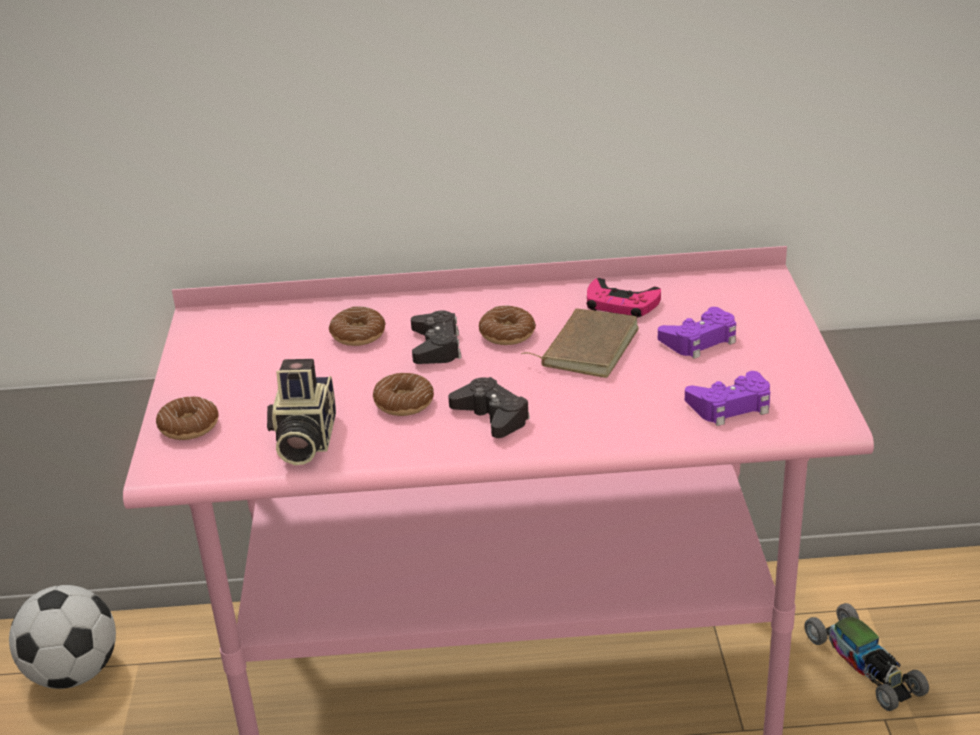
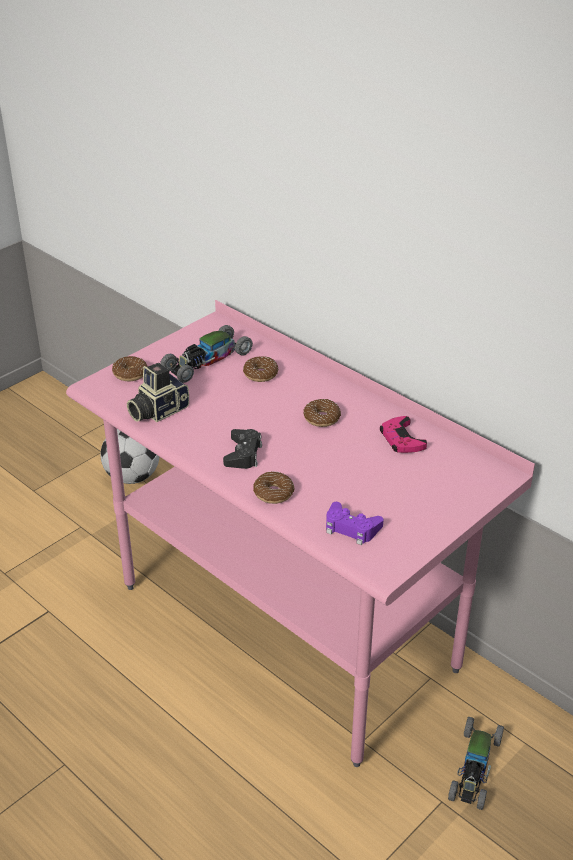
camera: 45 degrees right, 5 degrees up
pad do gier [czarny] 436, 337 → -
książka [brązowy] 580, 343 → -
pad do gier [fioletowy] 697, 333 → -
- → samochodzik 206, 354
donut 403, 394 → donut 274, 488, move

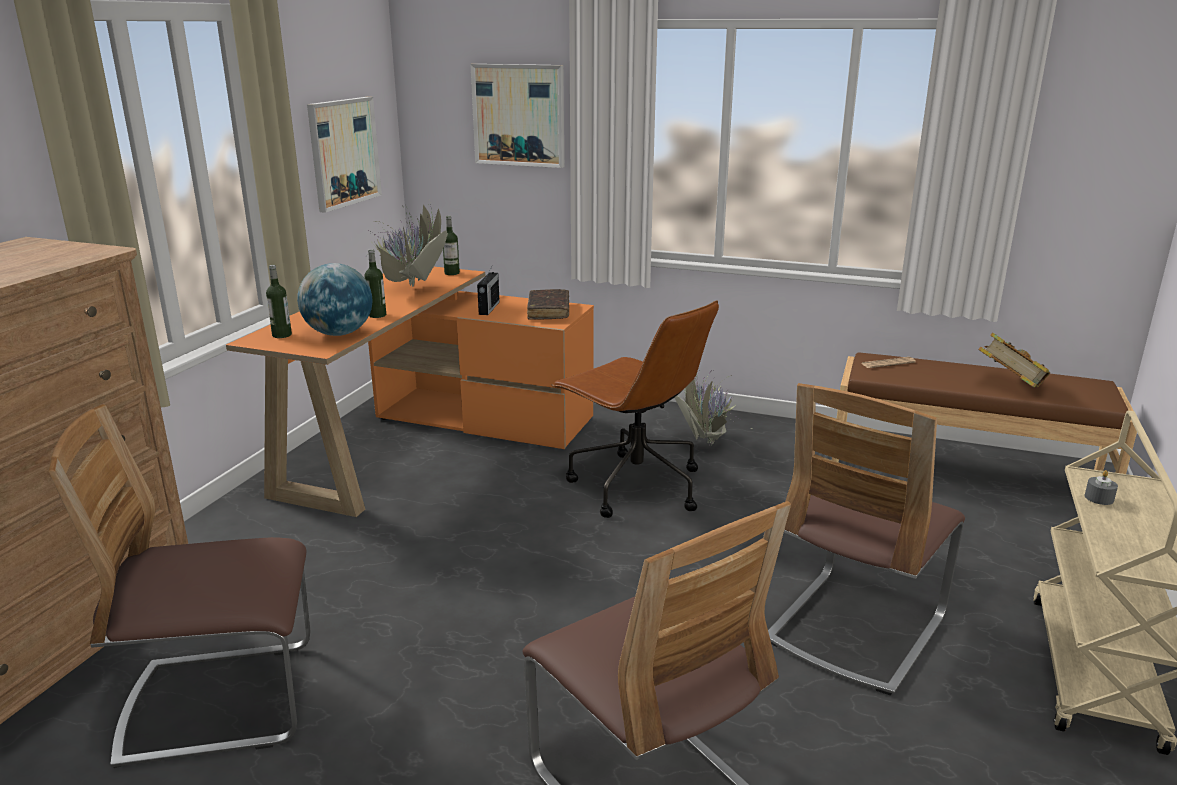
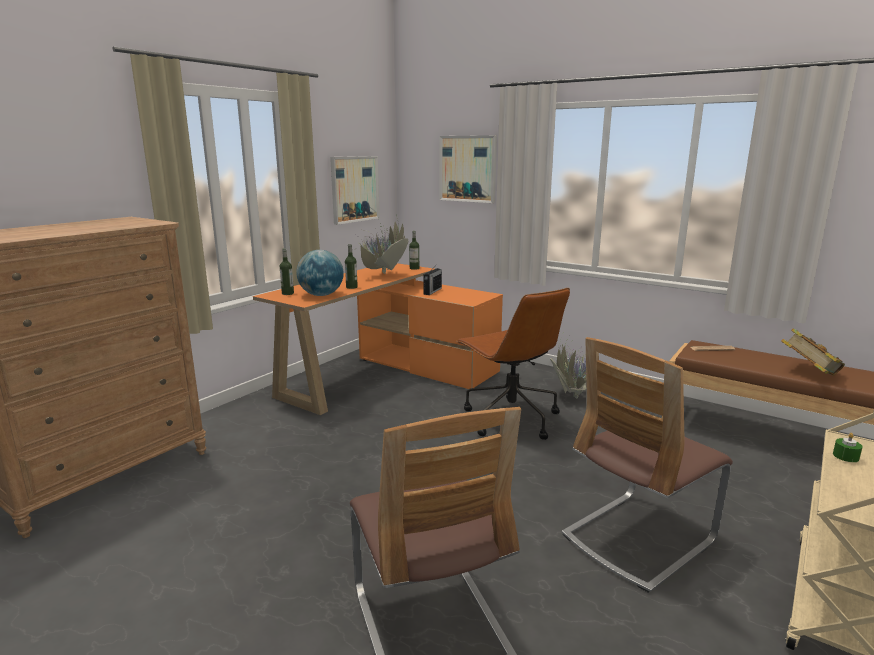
camera: 15 degrees right, 5 degrees down
krzesło 179, 586 → -
książka [brązowy] 548, 304 → -
świeca [szary] 1101, 487 → świeca [zielony] 848, 447

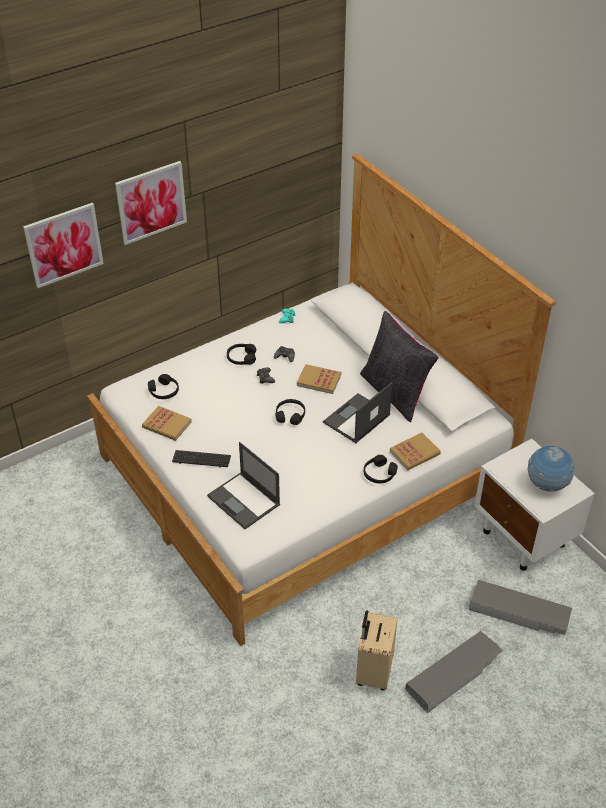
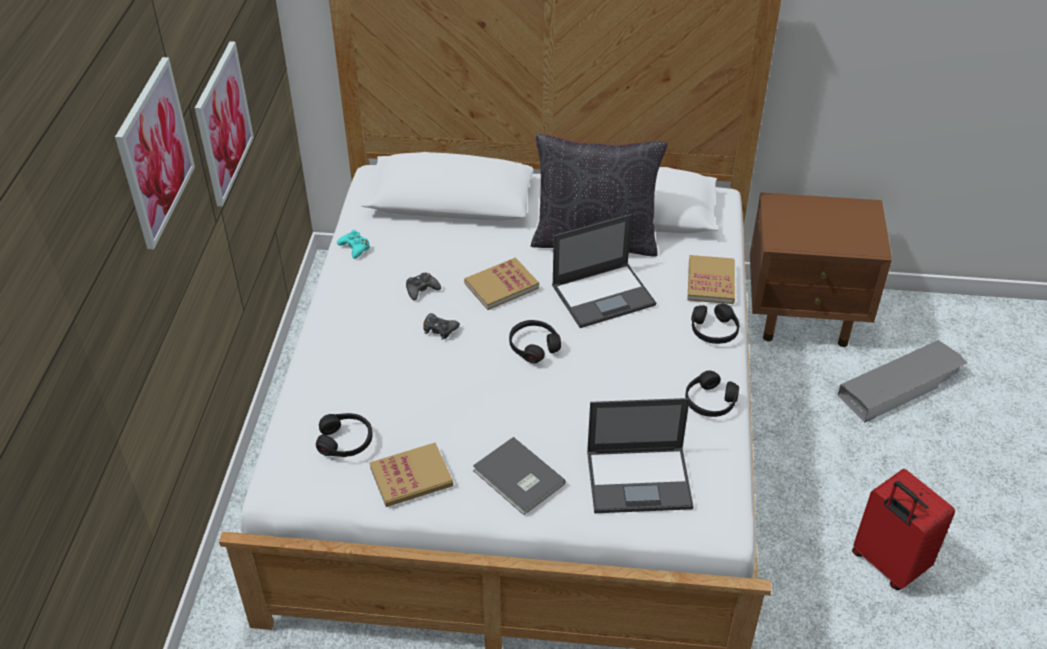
camera: 50 degrees left, 0 degrees up
pojemnik do przechowywania [szary] 454, 672 → -
globus 551, 469 → -
obraz 63, 245 → obraz 224, 124, move
słuchawki [czarny] 241, 354 → słuchawki [czarny] 712, 394, move
klawiatura 201, 459 → książka [szary] 519, 476
walizka [beżowy] 377, 650 → walizka [czerwony] 903, 529
szafka nocna [biały] 535, 505 → szafka nocna [brązowy] 821, 269
laptop 357, 412 → laptop 604, 271, 105 degrees counterclockwise

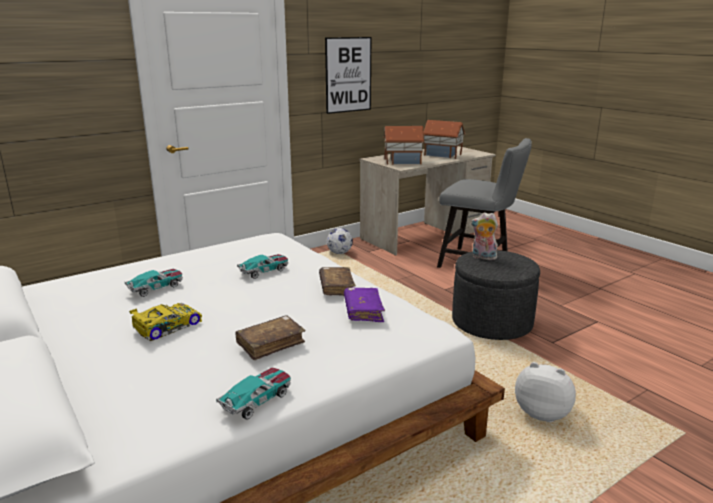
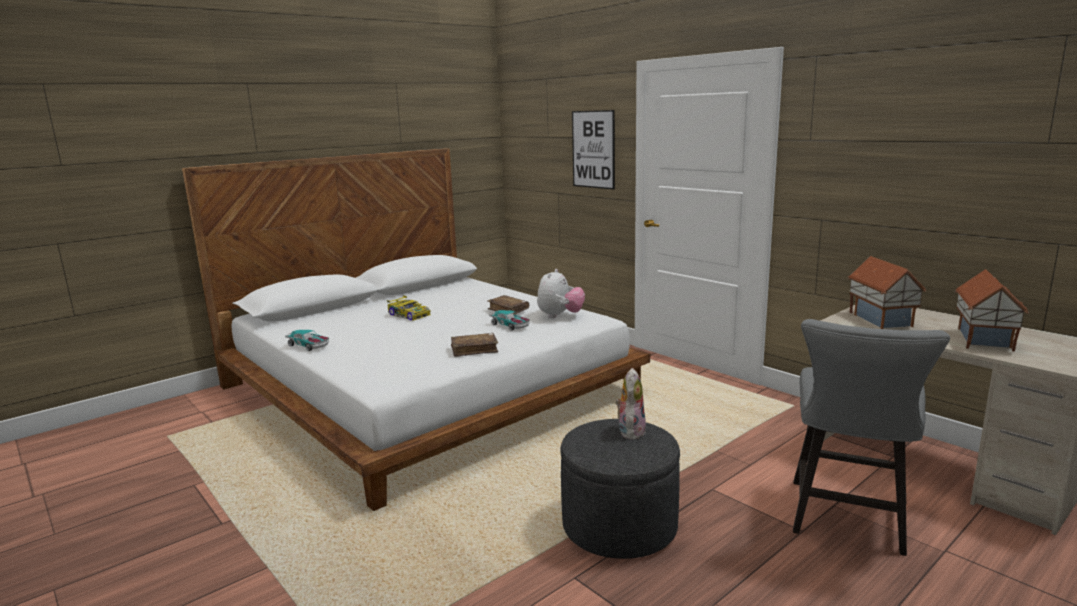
camera: 85 degrees right, 5 degrees down
samochodzik 154, 283 → -
piłka futbolowa 340, 241 → -
książka [fioletowy] 364, 304 → -
książka [brązowy] 270, 337 → książka [brązowy] 508, 305, move
obraz 348, 75 → obraz 593, 149, move
pluszak 545, 392 → pluszak 561, 293, move

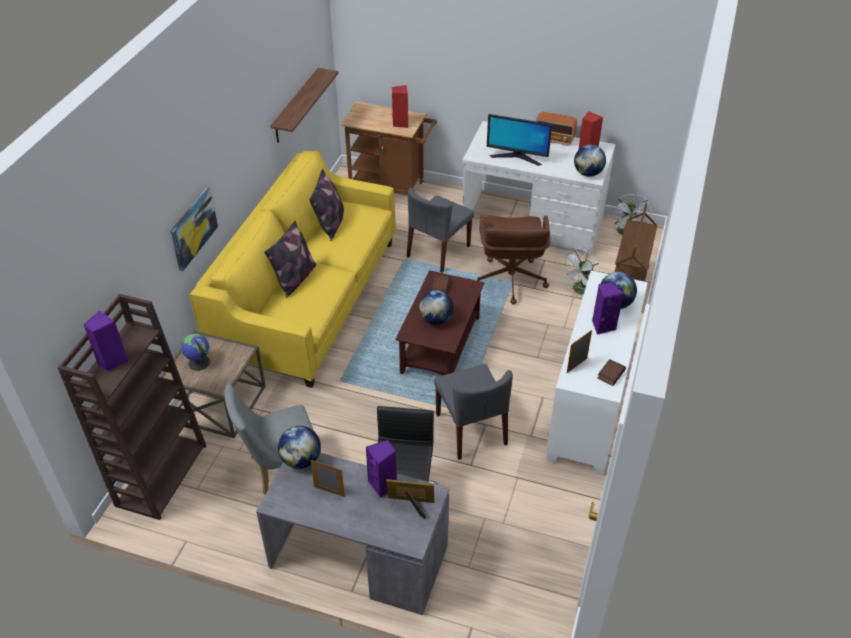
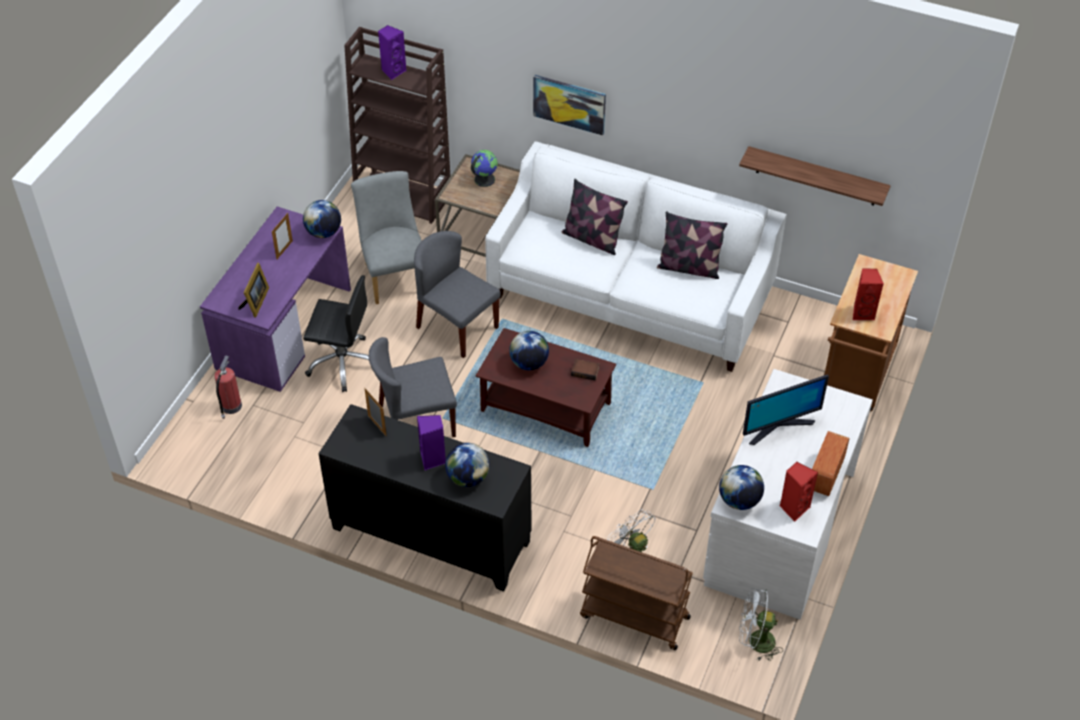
camera: 95 degrees right, 5 degrees up
głośnik [fioletowy] 381, 469 → -
krzesło biurowe [brązowy] 514, 260 → -
książka 611, 372 → -
- → gaśnica 228, 387
krzesło [szary] 440, 230 → krzesło [szary] 457, 294, move
kanapa [żółty] 292, 269 → kanapa [biały] 636, 256
biurko [szary] 353, 534 → biurko [fioletowy] 275, 299
szafka [biały] 597, 373 → szafka [czarny] 425, 497
monitor 519, 140 → monitor 786, 410, 135 degrees counterclockwise

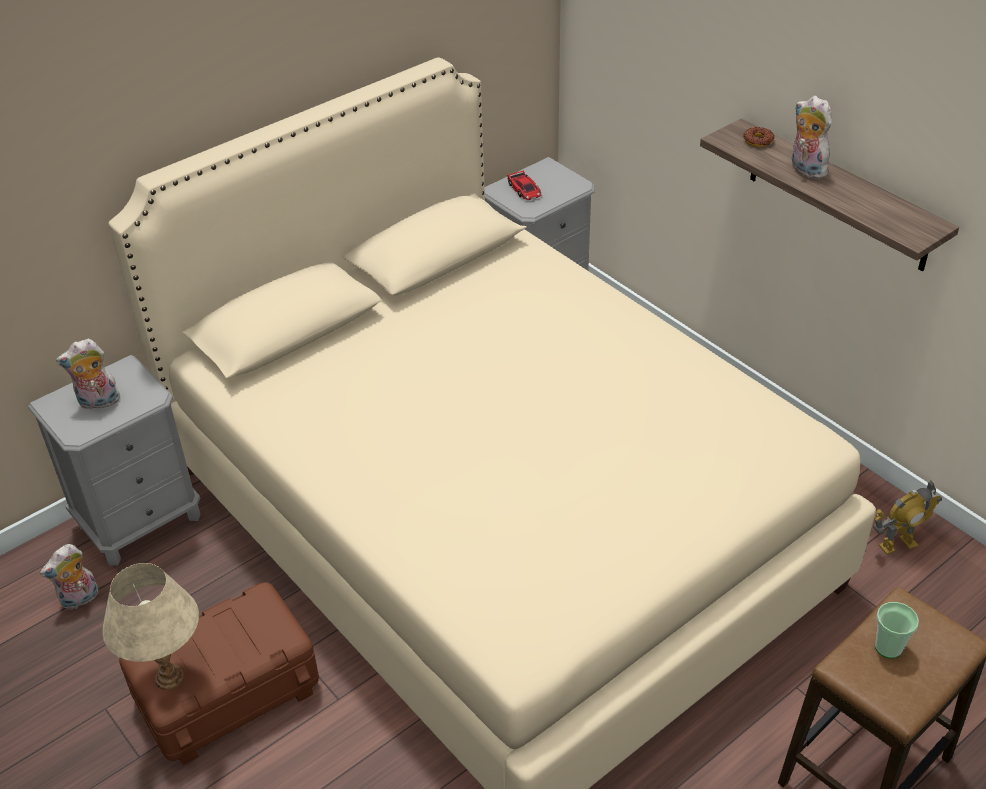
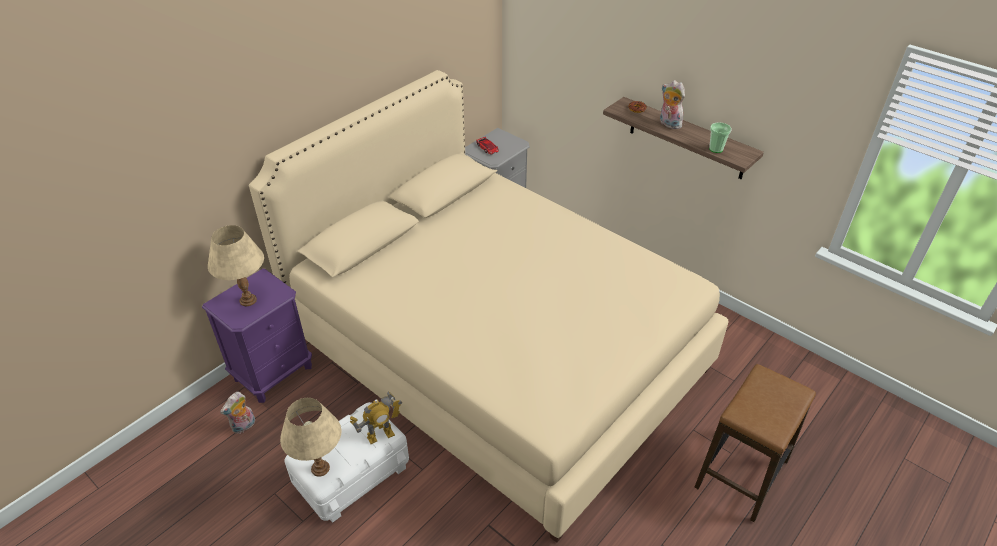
camera: 10 degrees left, 0 degrees up
robot zabawkowy 907, 517 → robot zabawkowy 376, 417, move
filiżanka 897, 630 → filiżanka 720, 137, move
pluszak 88, 374 → lampa stołowa [beżowy] 236, 265
szafka nocna [szary] 114, 460 → szafka nocna [fioletowy] 257, 335
pojemnik do przechowywania [brązowy] 219, 673 → pojemnik do przechowywania [biały] 346, 462

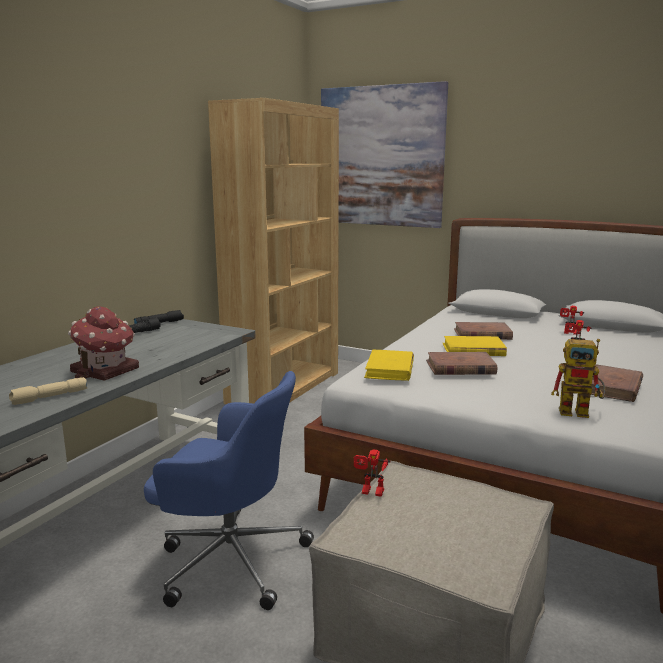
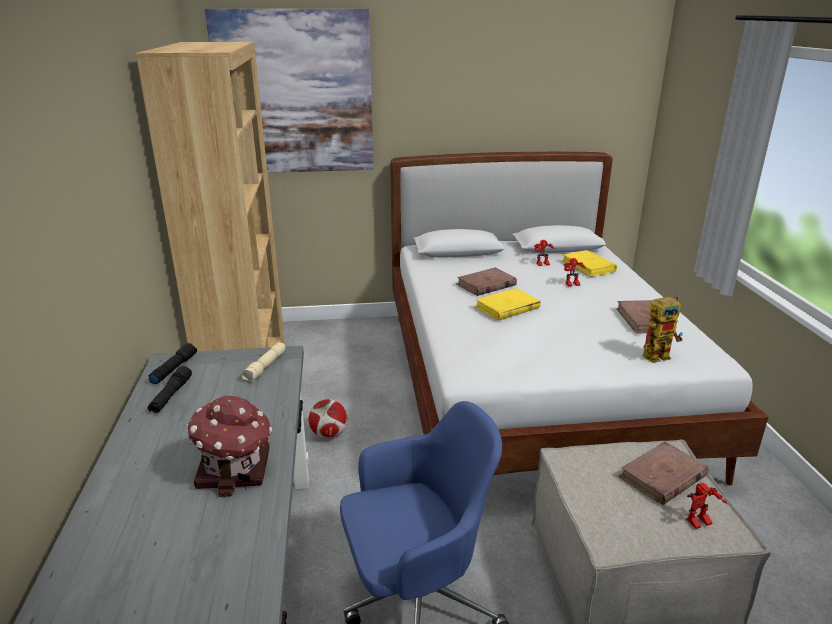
camera: 35 degrees left, 10 degrees up
- → piłka futbolowa 328, 418
latarka [beżowy] 48, 391 → latarka [beżowy] 263, 362, move
robot zabawkowy 372, 473 → robot zabawkowy 706, 506, move
książka [żółty] 389, 365 → książka [żółty] 589, 263, move
książka [brązowy] 461, 363 → książka [brązowy] 663, 473, move

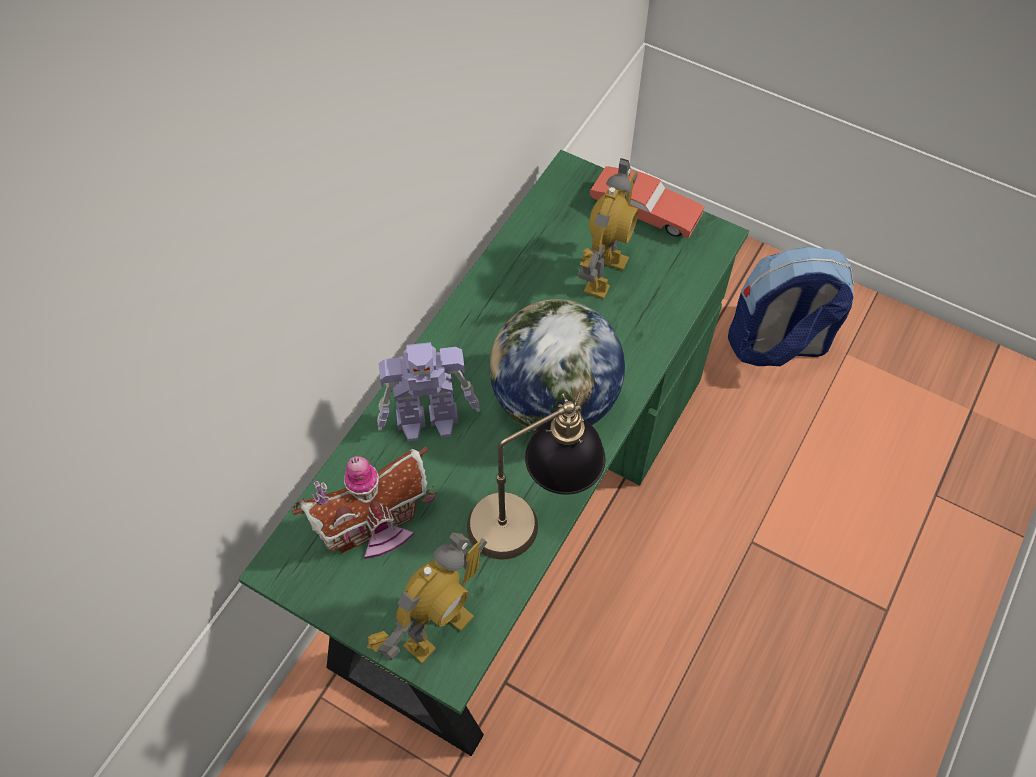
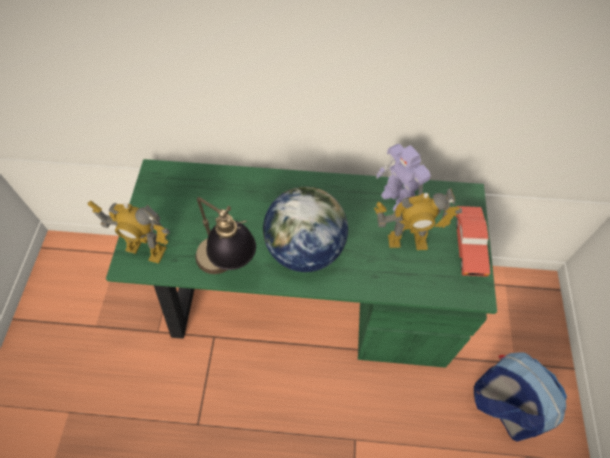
camera: 65 degrees right, 0 degrees up
domek 364, 503 → -
robot zabawkowy 428, 391 → robot zabawkowy 403, 178, move

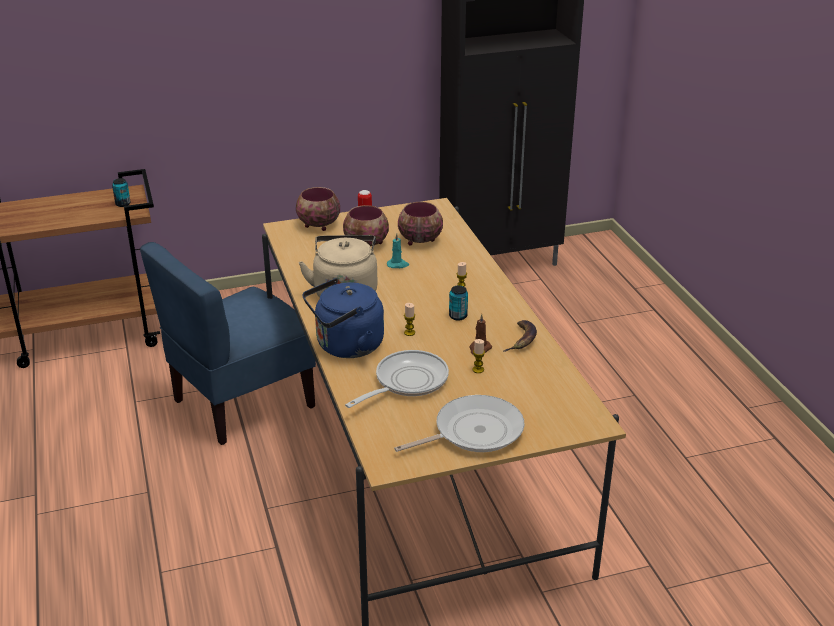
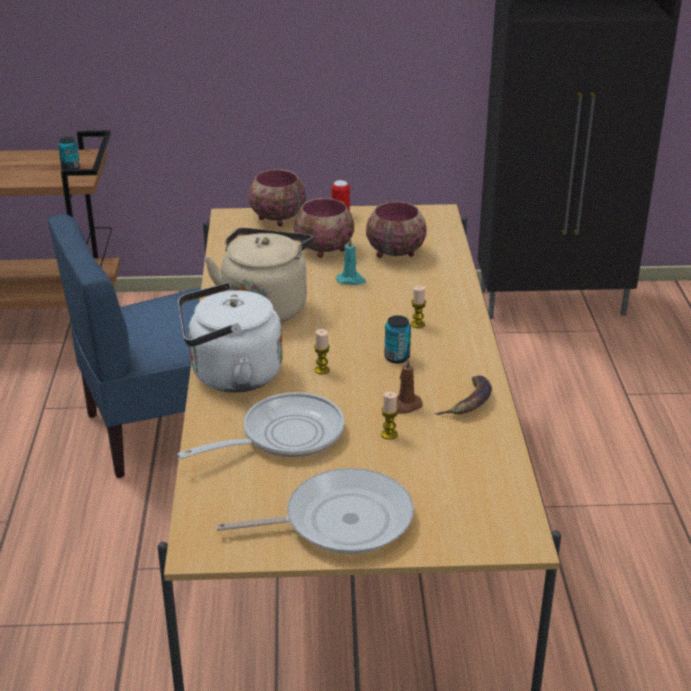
camera: 15 degrees right, 0 degrees up
czajnik [niebieski] 343, 318 → czajnik [biały] 230, 338

